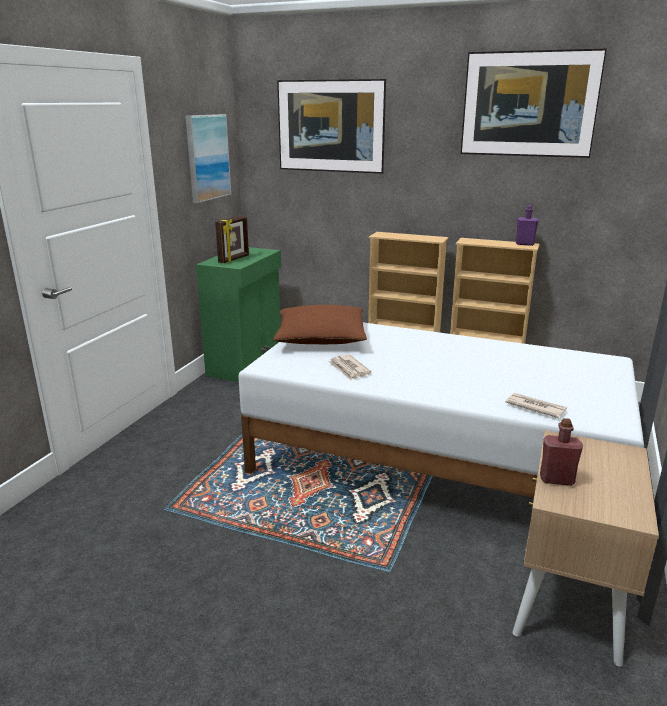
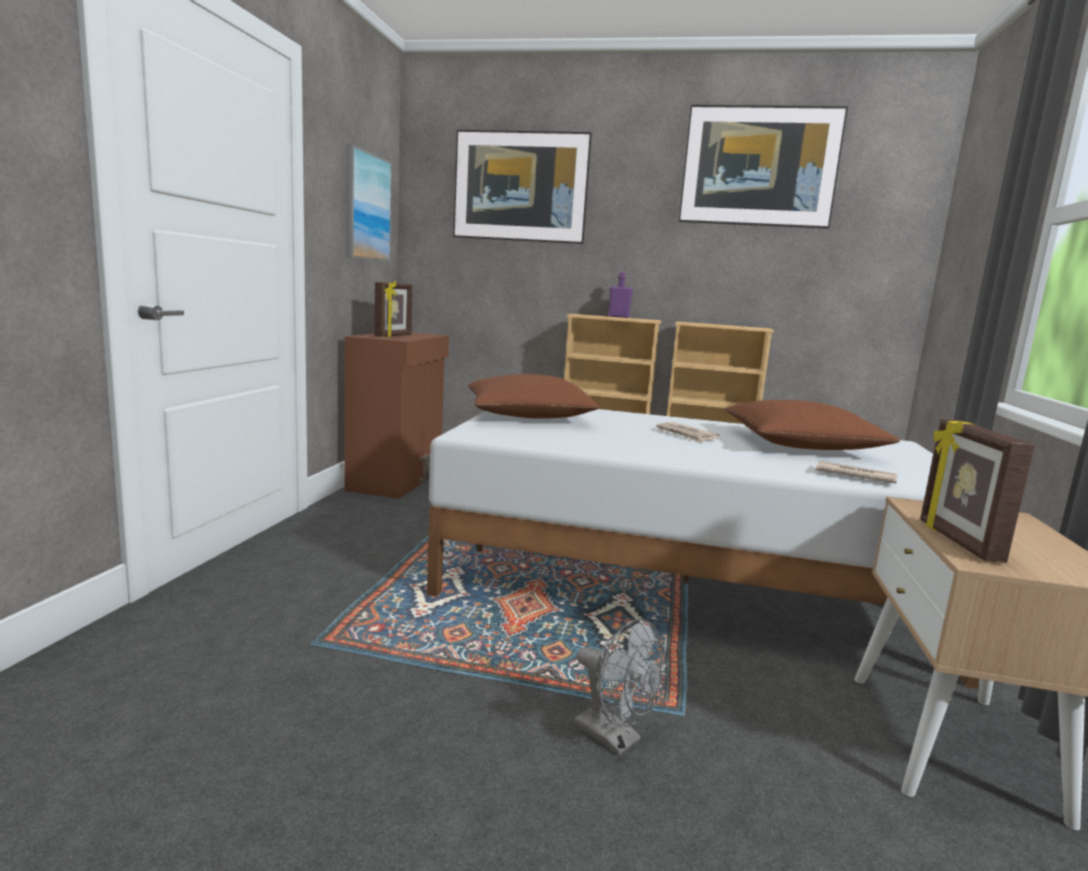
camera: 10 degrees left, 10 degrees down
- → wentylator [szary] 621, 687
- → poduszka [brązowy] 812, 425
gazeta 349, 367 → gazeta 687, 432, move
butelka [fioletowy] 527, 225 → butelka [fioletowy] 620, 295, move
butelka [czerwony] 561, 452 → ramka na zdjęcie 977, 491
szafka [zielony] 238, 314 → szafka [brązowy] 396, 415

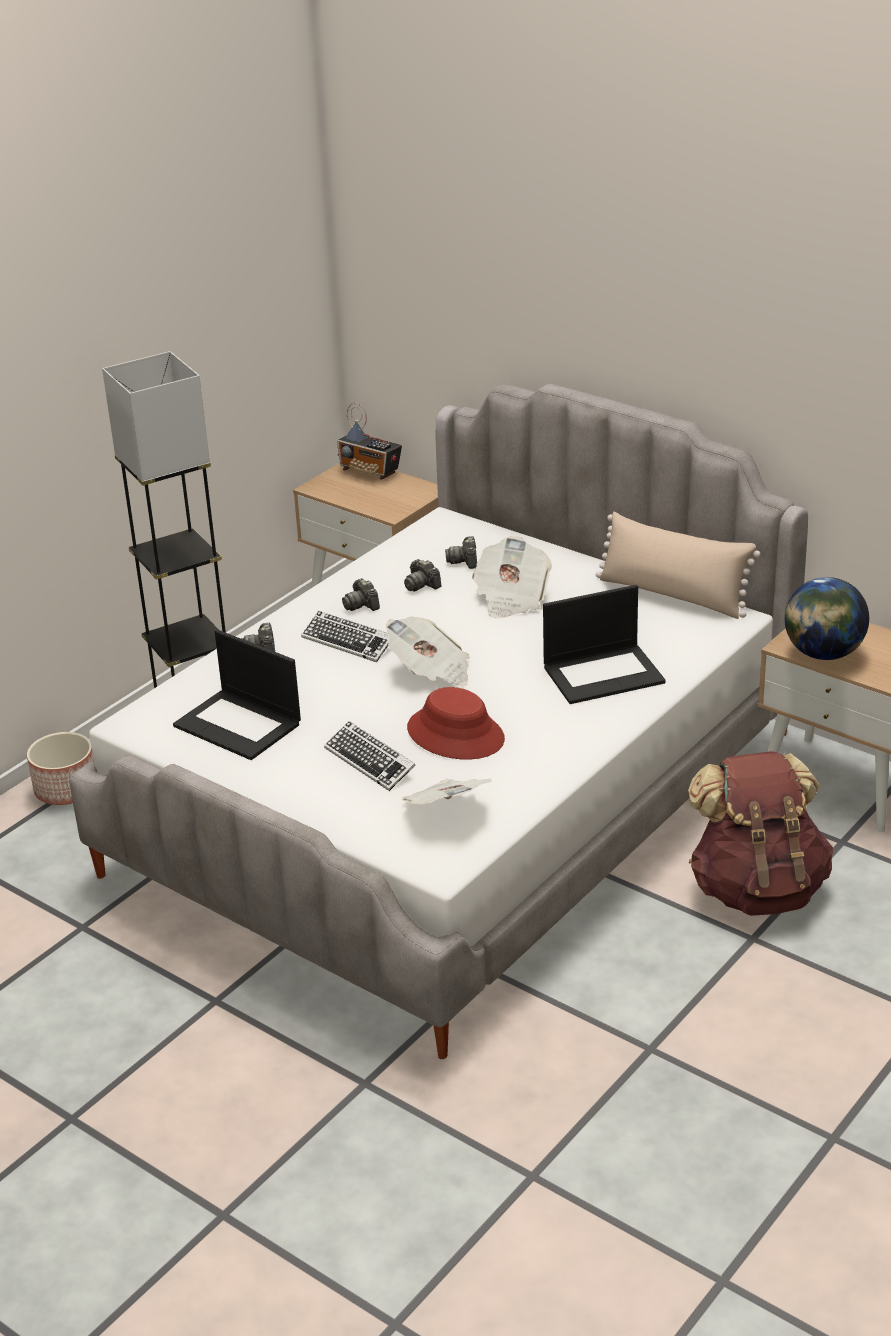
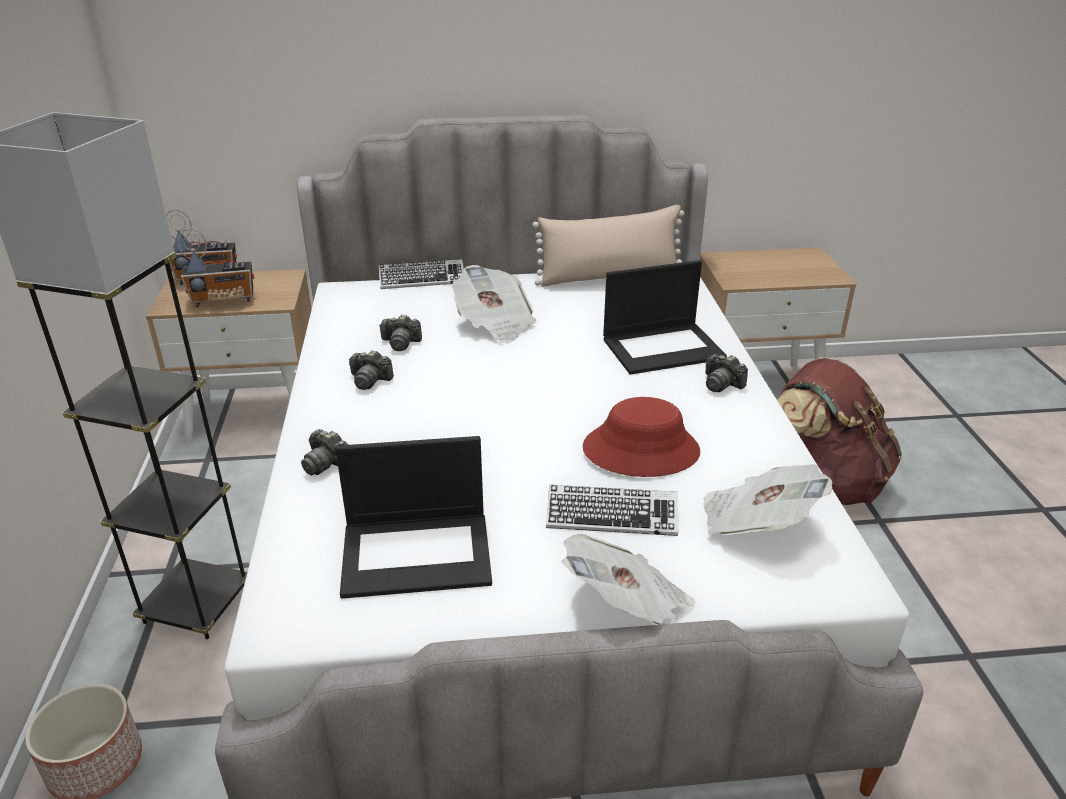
camera: 45 degrees left, 0 degrees up
globus 827, 618 → -
- → radio 216, 268
klawiatura 345, 636 → klawiatura 421, 274, move
gazeta 428, 651 → gazeta 628, 579, move
aparat fotograficzny 461, 552 → aparat fotograficzny 726, 373, move
laptop 604, 644 → laptop 665, 317, 45 degrees clockwise

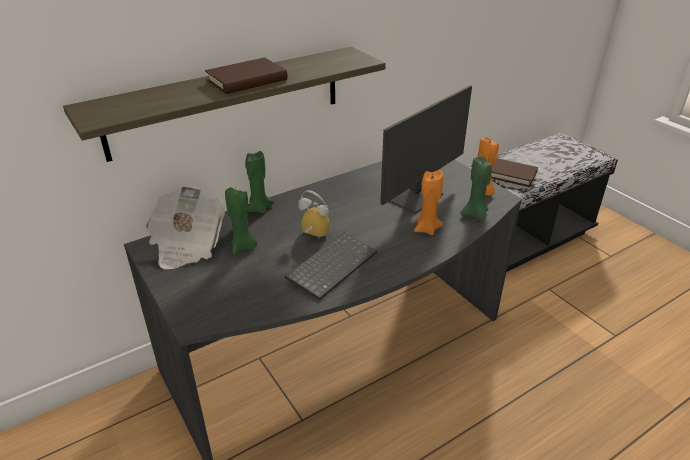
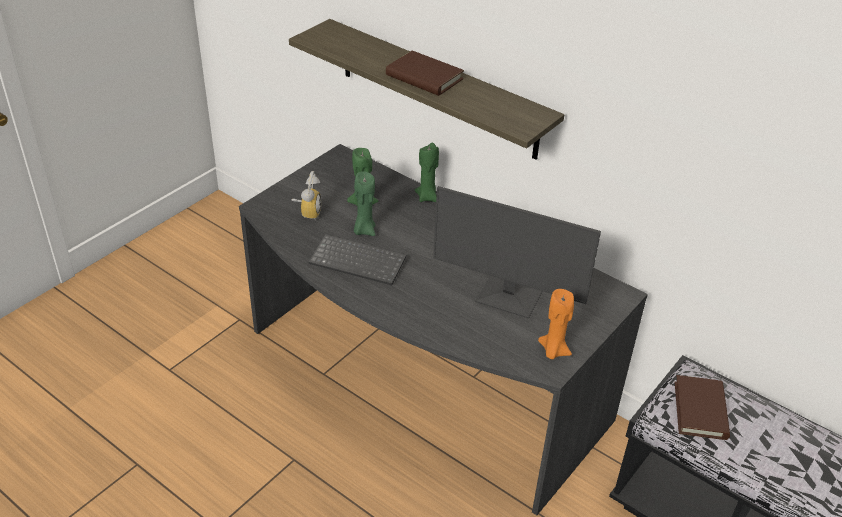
camera: 70 degrees right, 5 degrees up
gazeta 185, 227 → -
świeca [pomarańczowy] 428, 202 → -
budzik 313, 214 → budzik 306, 195, move
świeca [zielony] 476, 188 → świeca [zielony] 364, 203, move

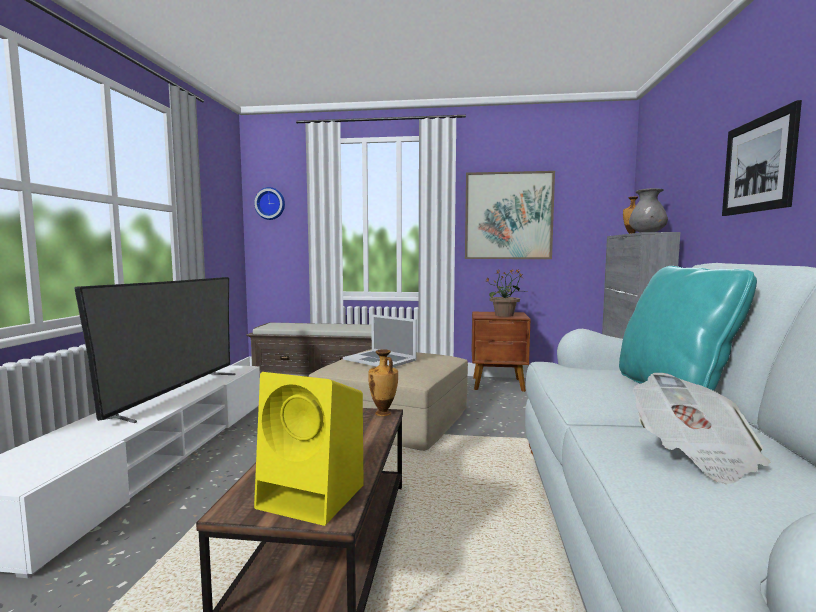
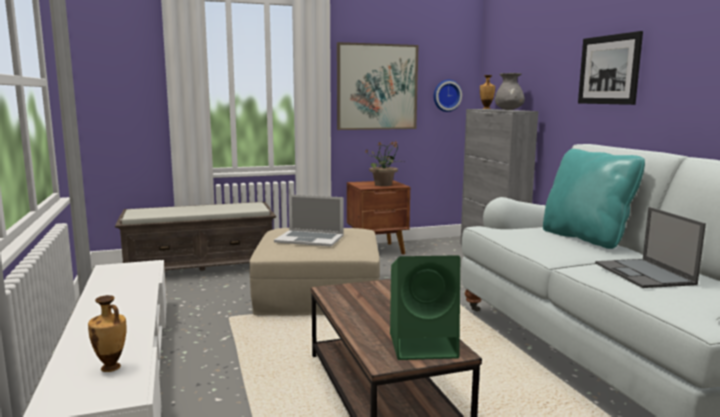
camera: 25 degrees left, 5 degrees up
telewizor 155, 350 → -
zegar ścienny 269, 203 → zegar ścienny 447, 96, move
wazon 383, 382 → wazon 107, 333, move
gazeta 702, 428 → laptop 650, 247
głośnik [żółty] 309, 449 → głośnik [zielony] 425, 307

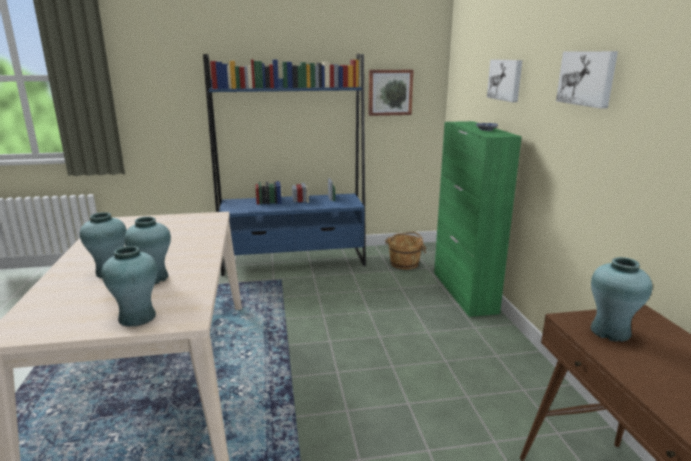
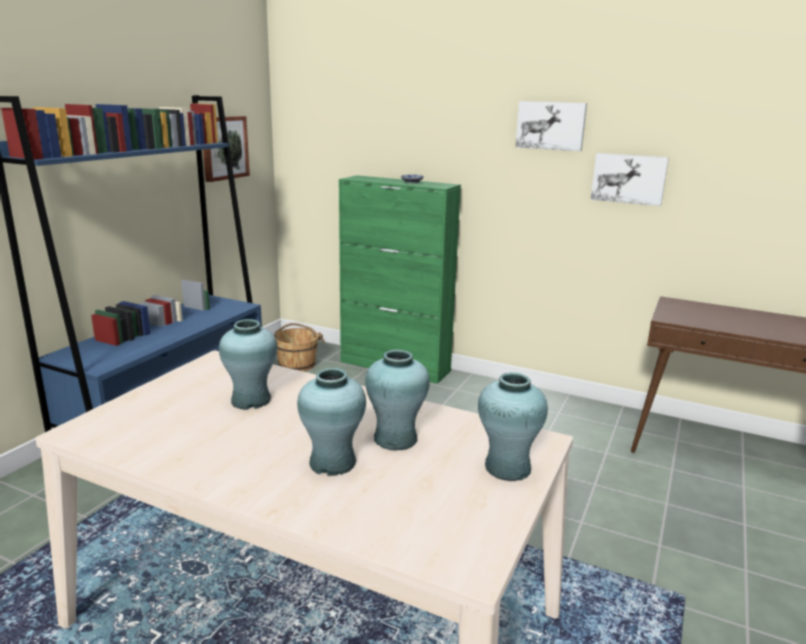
camera: 55 degrees left, 0 degrees up
obraz 504, 81 → obraz 630, 179, move
wazon [turkusowy] 621, 299 → wazon [turkusowy] 248, 364, move

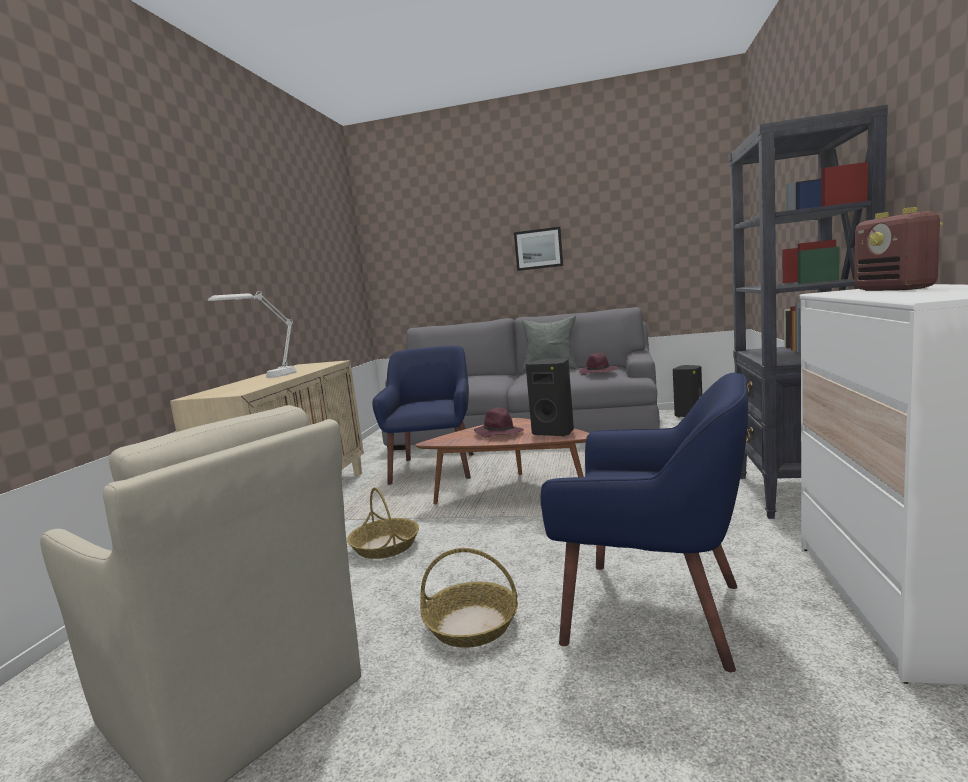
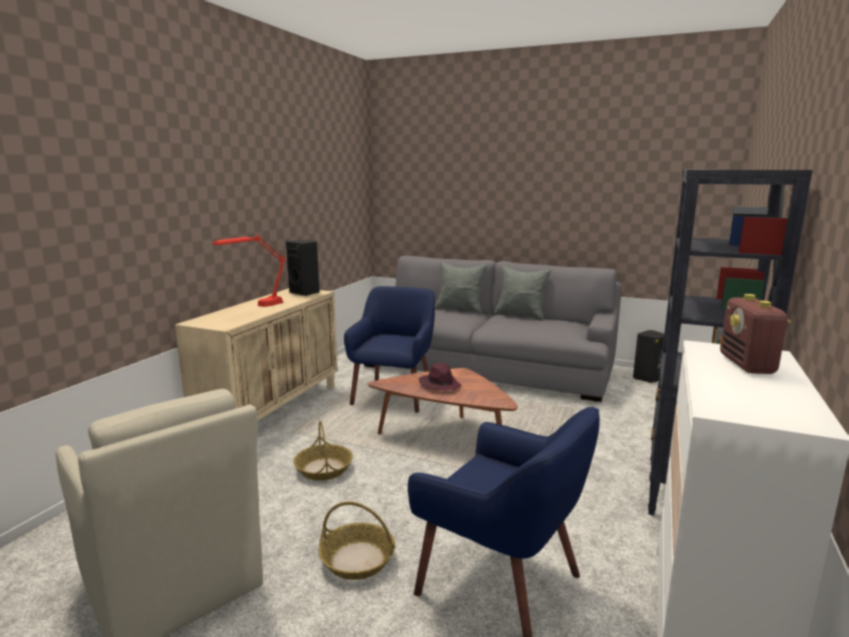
camera: 10 degrees right, 5 degrees up
obraz 538, 249 → -
kapelusz [fioletowy] 598, 364 → -
- → poduszka [szary] 461, 288
głośnik [czarny] 550, 397 → głośnik [czarny] 302, 268, move
lampa stołowa [biały] 252, 334 → lampa stołowa [czerwony] 249, 270

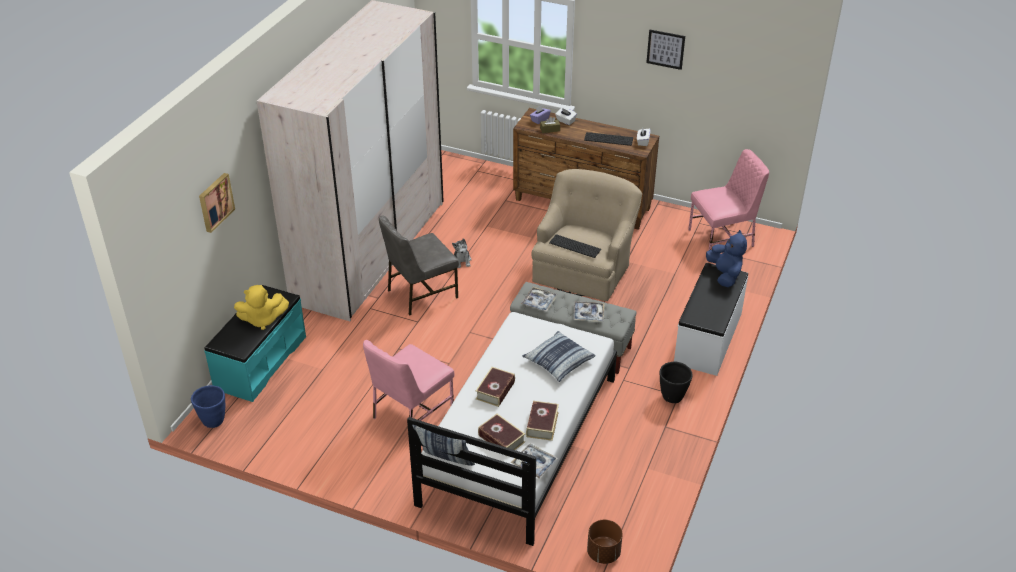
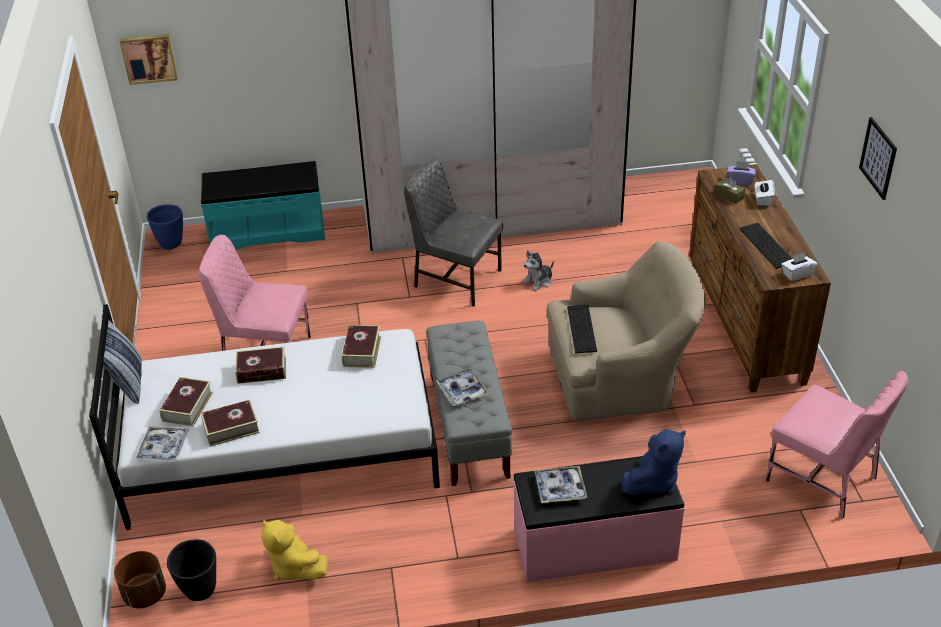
camera: 60 degrees right, 0 degrees up
poduszka 559, 356 → -
- → książka 361, 346
obraz 217, 203 → obraz 148, 59, move
pluszak [żółty] 261, 307 → pluszak [żółty] 294, 549, move
taca 539, 299 → taca 560, 484, move
donica [czarny] 676, 382 → donica [czarny] 191, 570, move
ławka [biały] 711, 319 → ławka [różowy] 599, 519

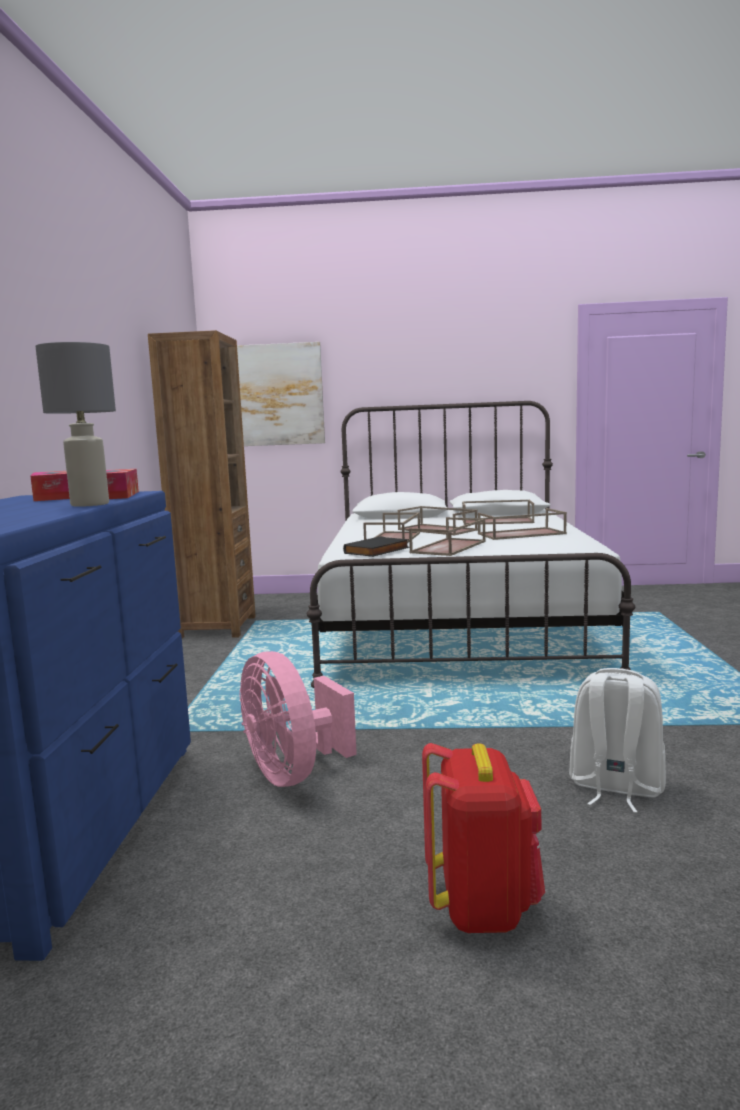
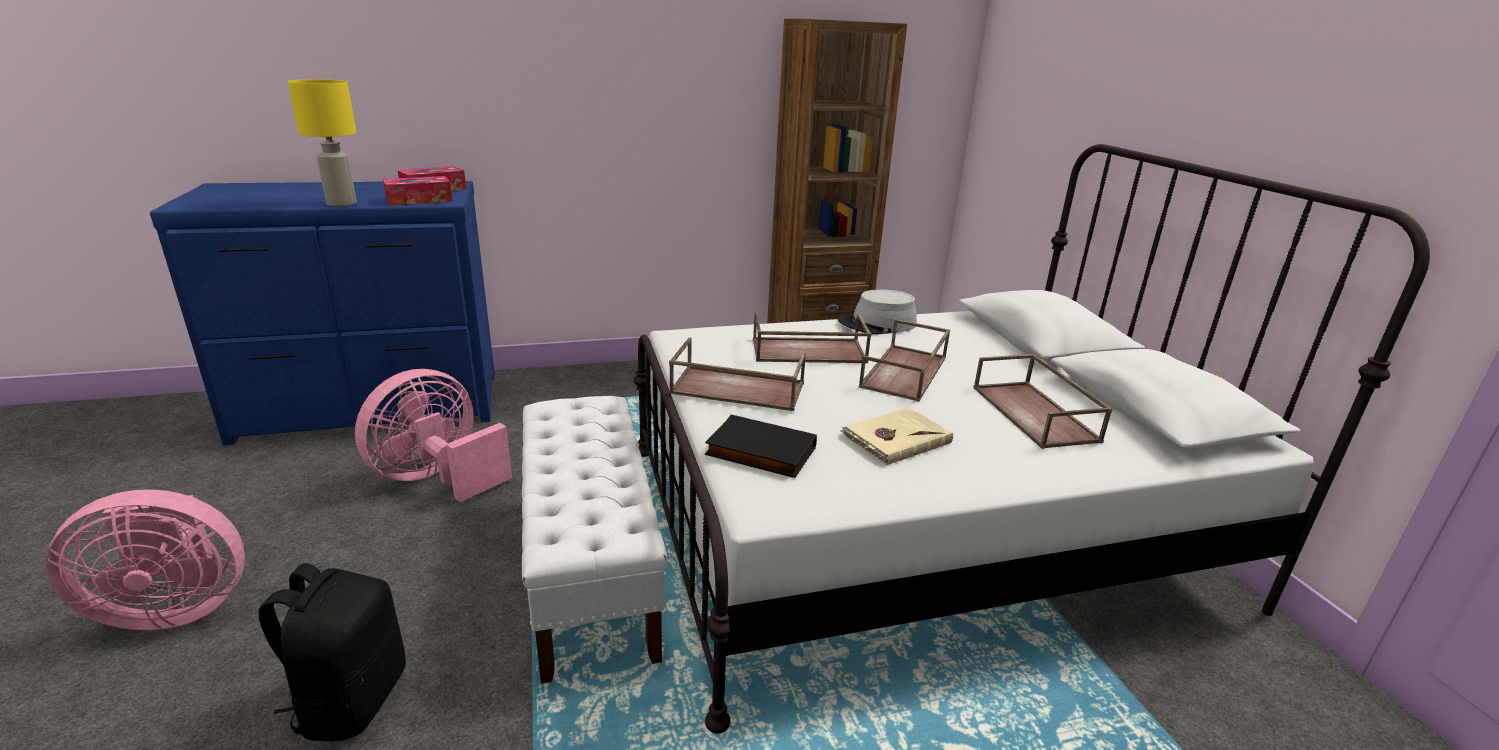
camera: 70 degrees right, 15 degrees up
obraz 281, 394 → -
- → ławka [biały] 594, 540
- → kapelusz [szary] 877, 311
książka [czarny] 376, 546 → książka [czarny] 761, 446, move
plecak [czerwony] 483, 838 → wentylator [różowy] 145, 559
taca [brązowy] 522, 524 → książka [beżowy] 896, 436
lampa stołowa [szary] 76, 424 → lampa stołowa [żółty] 322, 143
plecak [biały] 617, 740 → plecak [czarny] 332, 652

